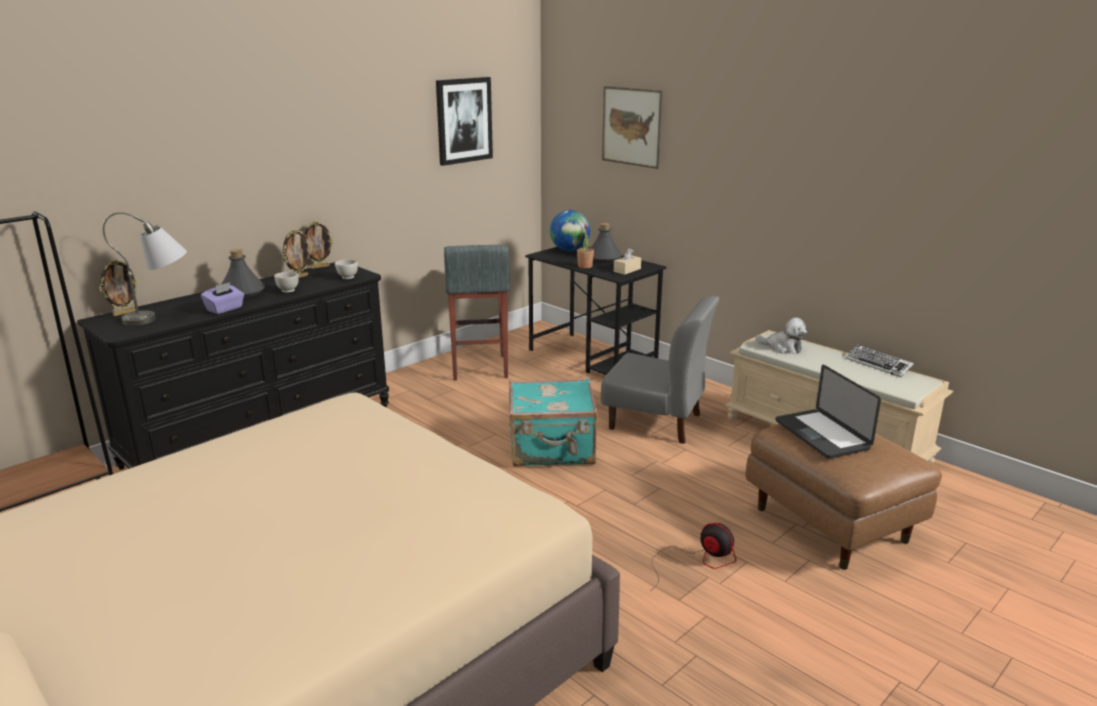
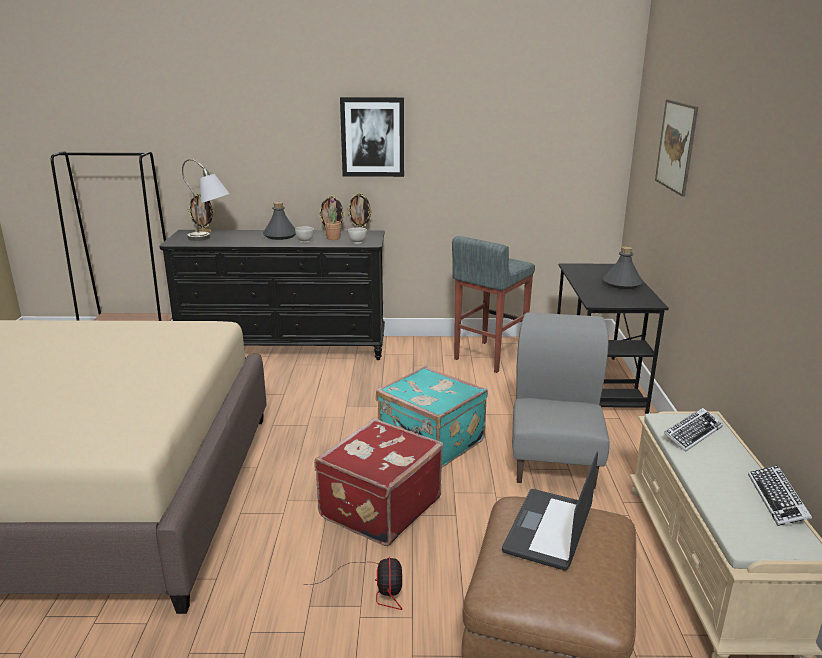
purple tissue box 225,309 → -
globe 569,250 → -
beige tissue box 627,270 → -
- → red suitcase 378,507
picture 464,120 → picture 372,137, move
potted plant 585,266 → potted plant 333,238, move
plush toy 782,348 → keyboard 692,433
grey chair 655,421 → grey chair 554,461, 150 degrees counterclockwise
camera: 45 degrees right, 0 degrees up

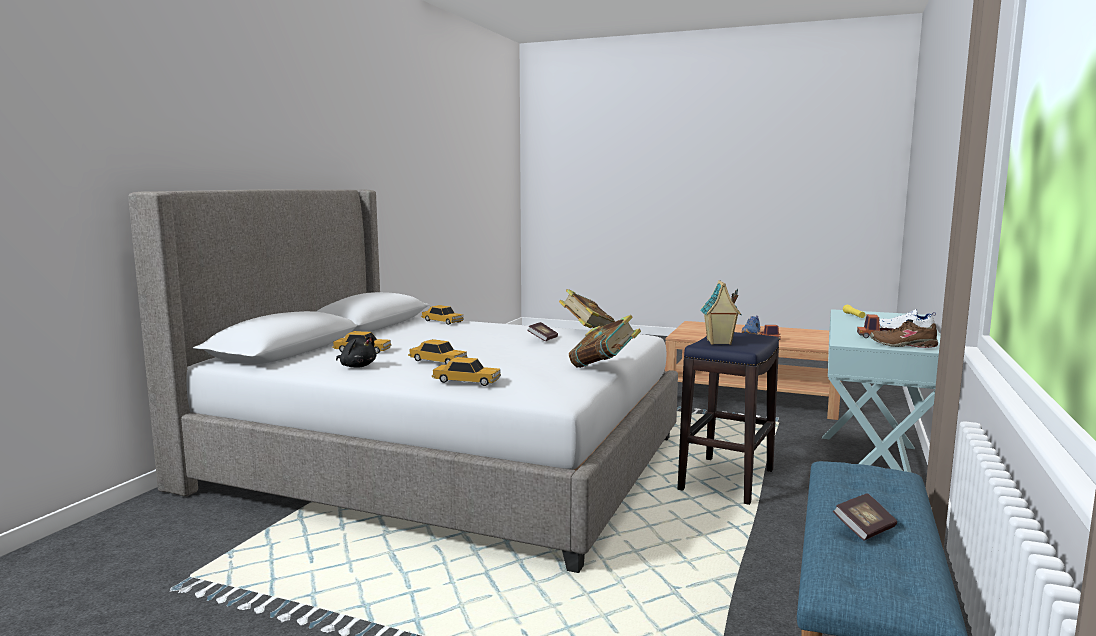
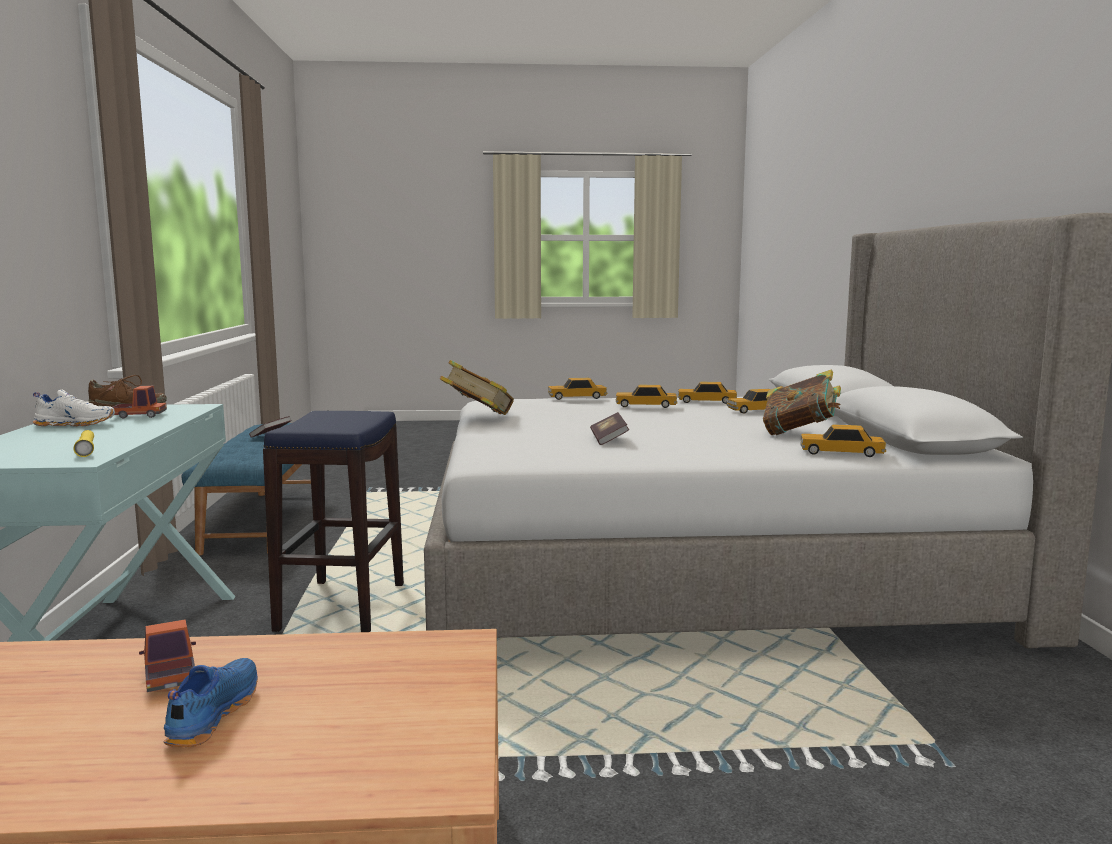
toy house 719,342 → -
book 587,332 → book 800,434, move
black plush toy 357,366 → toy car 706,401
camera: 155 degrees right, 0 degrees up

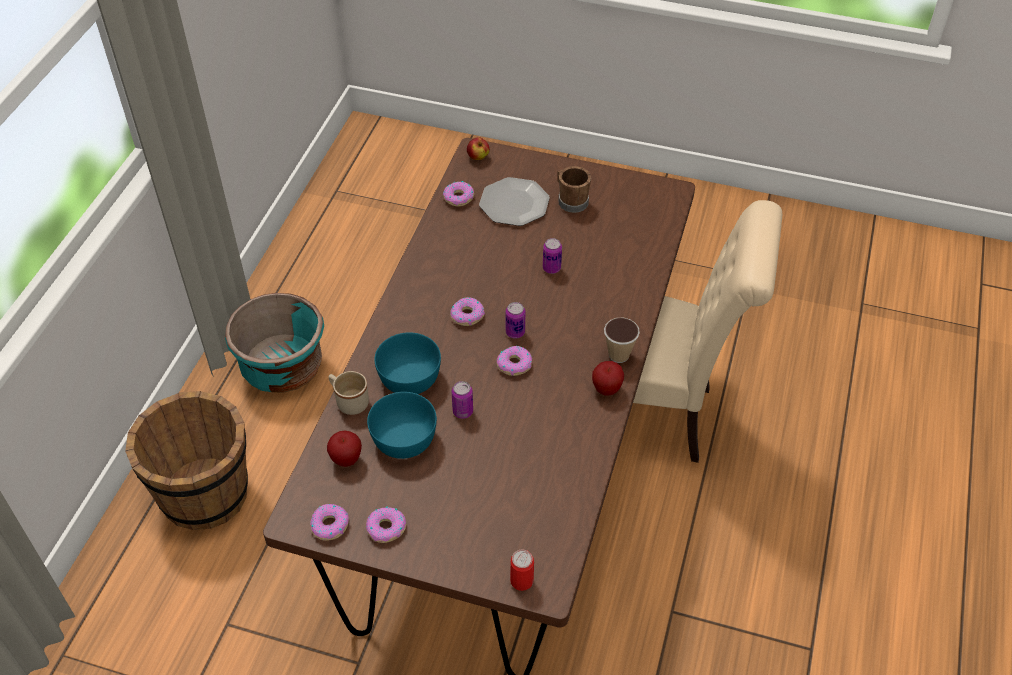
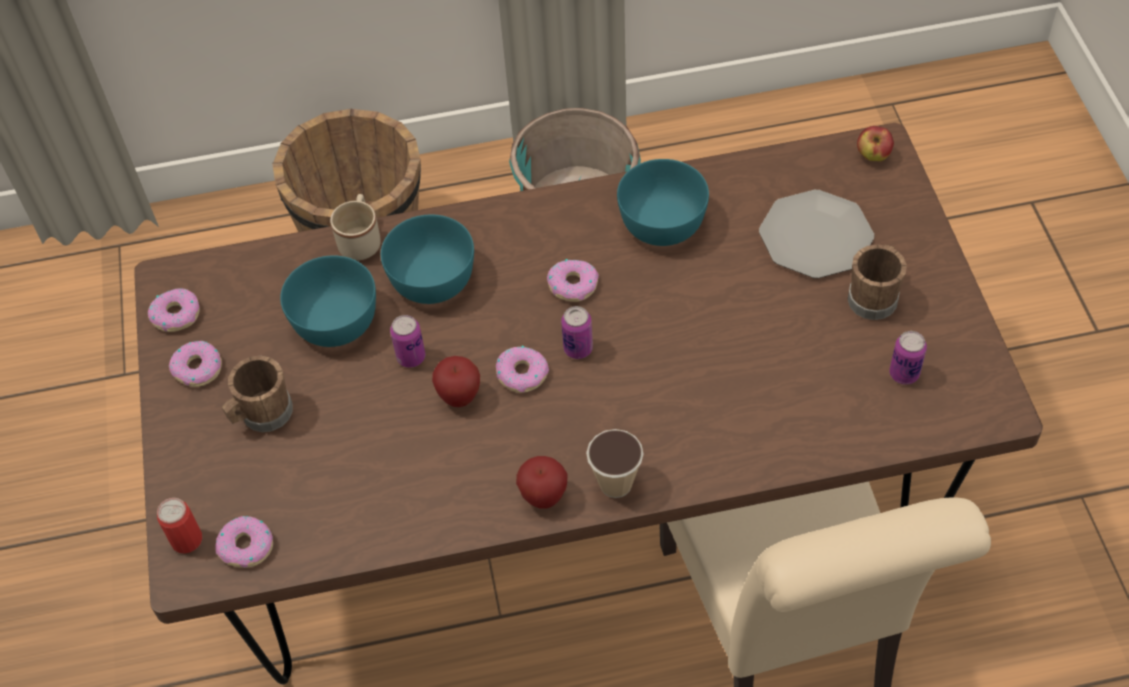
- → brown mug 262,415
- → turquoise bowl 664,222
apple 346,460 → apple 459,397, move
donut 459,198 → donut 246,546, move
can 551,268 → can 904,374, move
camera: 65 degrees right, 5 degrees up

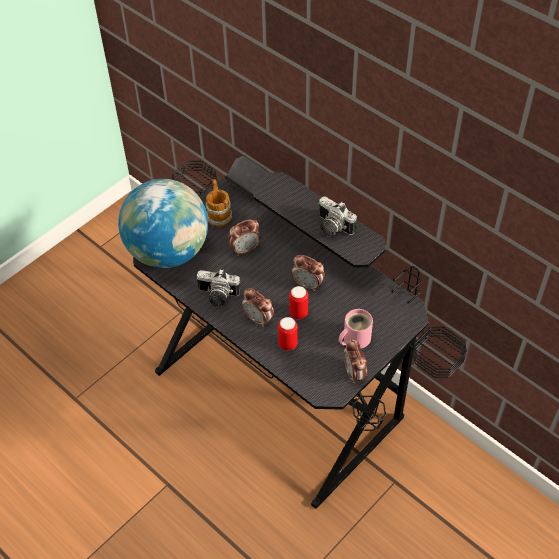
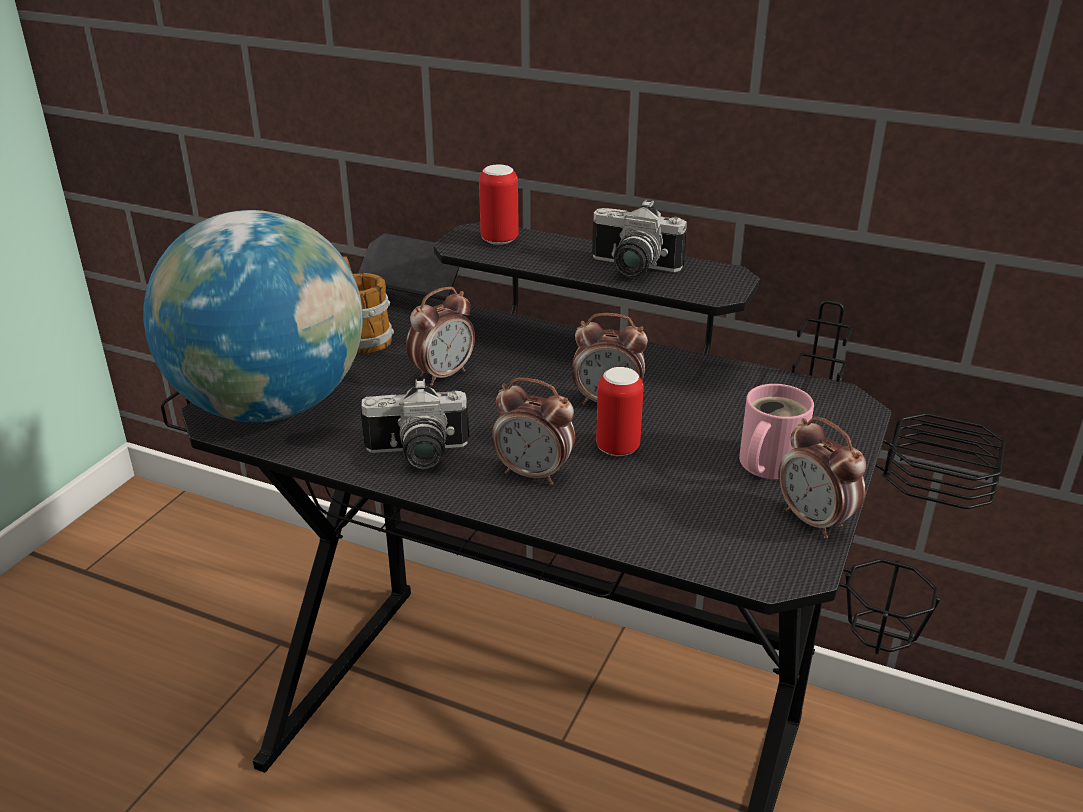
can 287,344 → can 499,240, move
camera: 20 degrees left, 20 degrees down

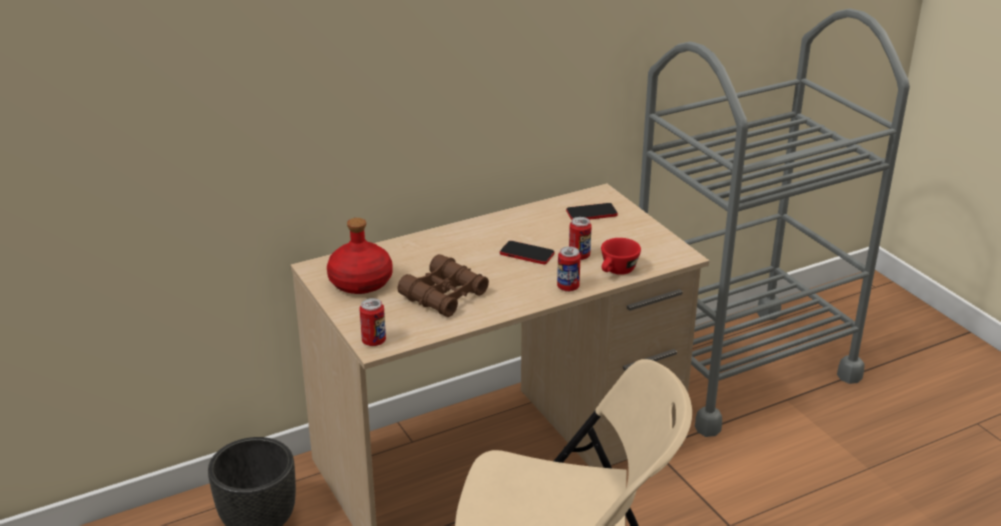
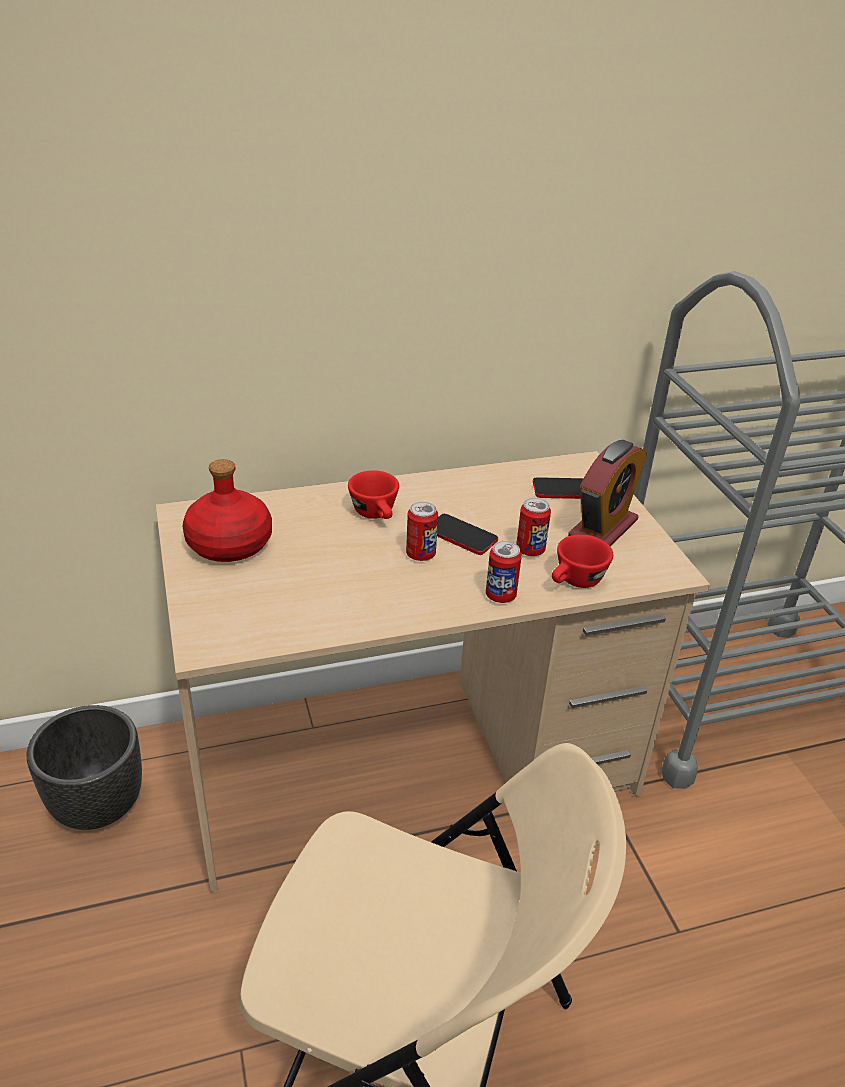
brown binoculars 444,295 → -
- → red cup 376,514
- → alarm clock 603,529
can 374,341 → can 420,554, move
camera: 10 degrees right, 5 degrees up

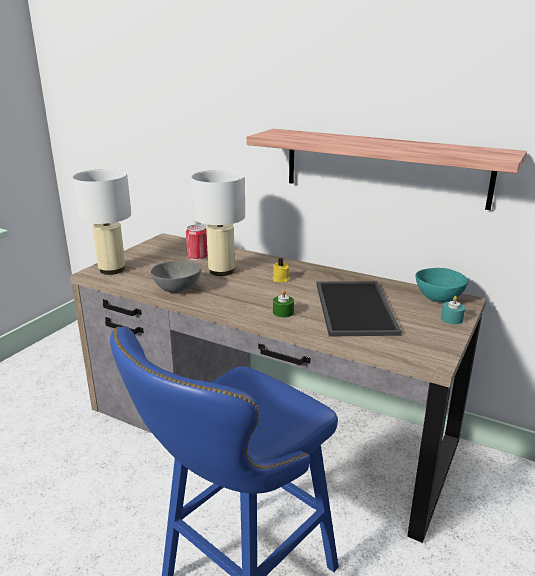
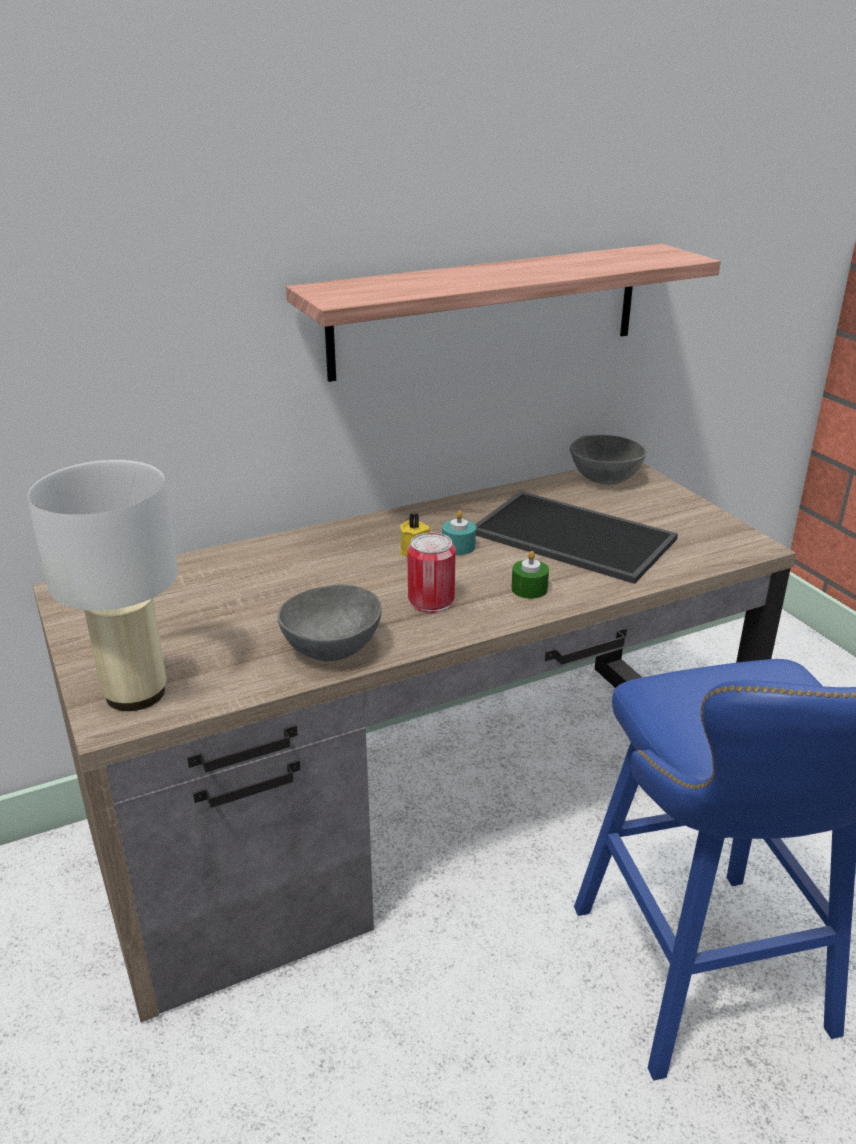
white table lamp 220,271 → -
can 198,256 → can 431,600, move
turquoise candle 451,319 → turquoise candle 458,546, move
turquoise bowl 438,298 → grey bowl 605,480
camera: 55 degrees left, 5 degrees up

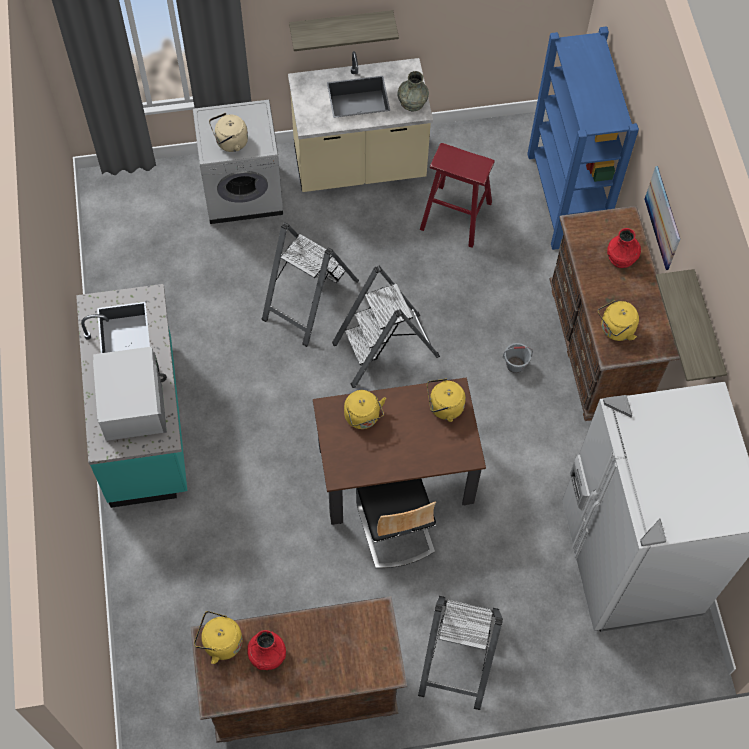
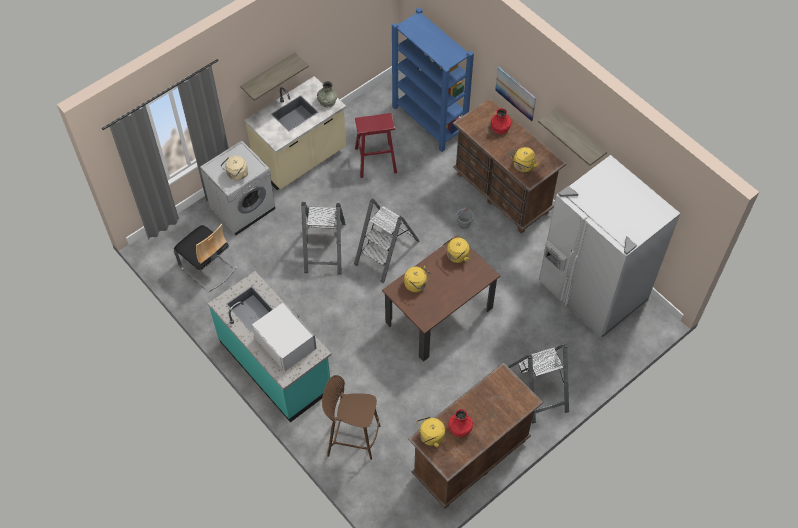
- → brown stool 352,437
chair 394,529 → chair 207,268, move
camera: 30 degrees left, 5 degrees down

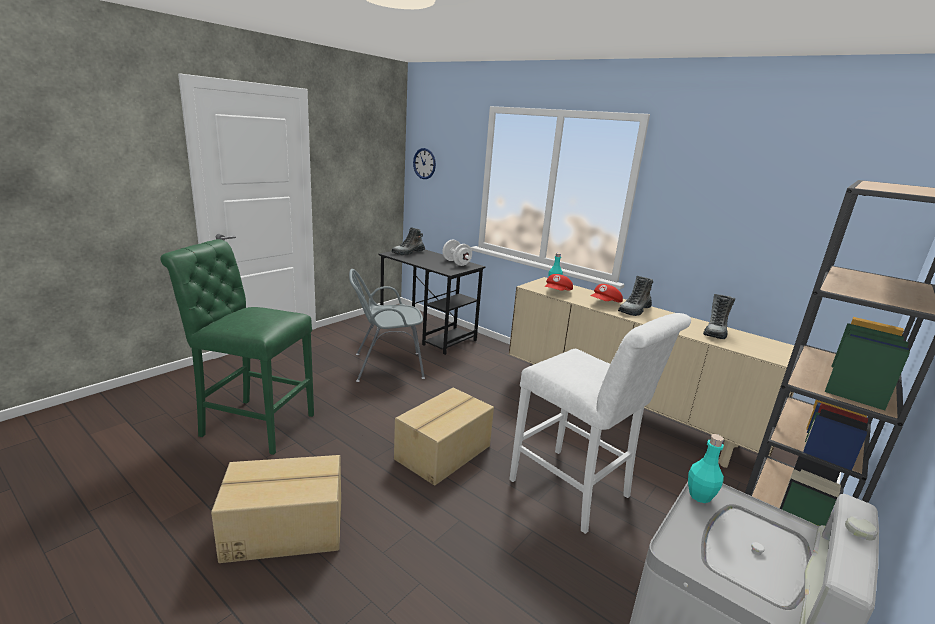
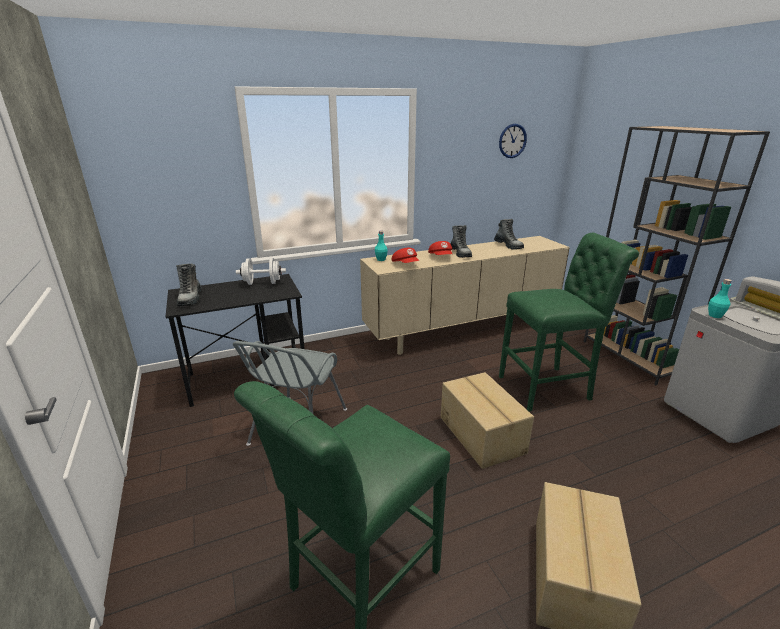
wall clock 424,163 → wall clock 512,141, move
white stool 574,492 → green stool 549,387
camera: 60 degrees left, 5 degrees up

